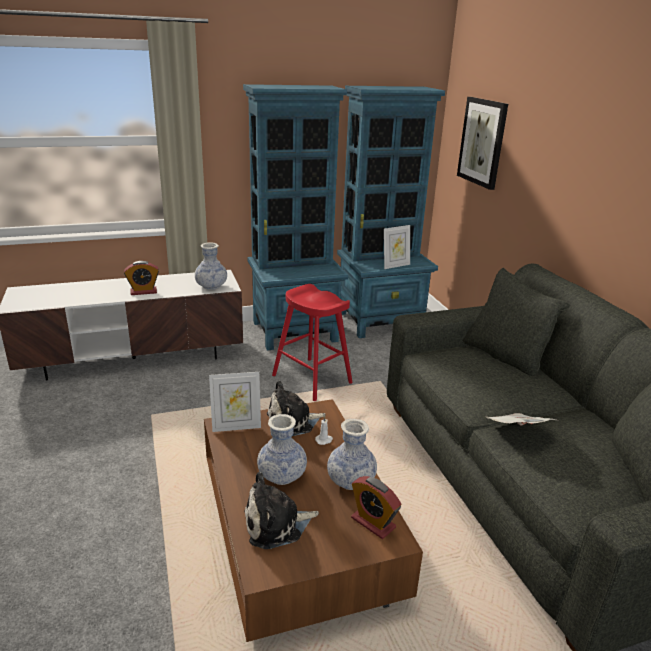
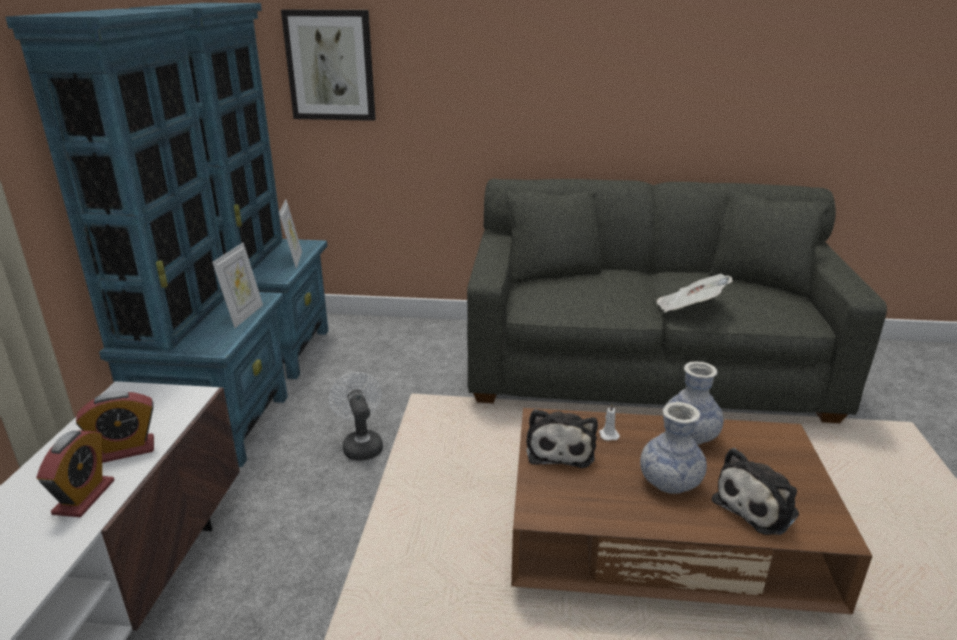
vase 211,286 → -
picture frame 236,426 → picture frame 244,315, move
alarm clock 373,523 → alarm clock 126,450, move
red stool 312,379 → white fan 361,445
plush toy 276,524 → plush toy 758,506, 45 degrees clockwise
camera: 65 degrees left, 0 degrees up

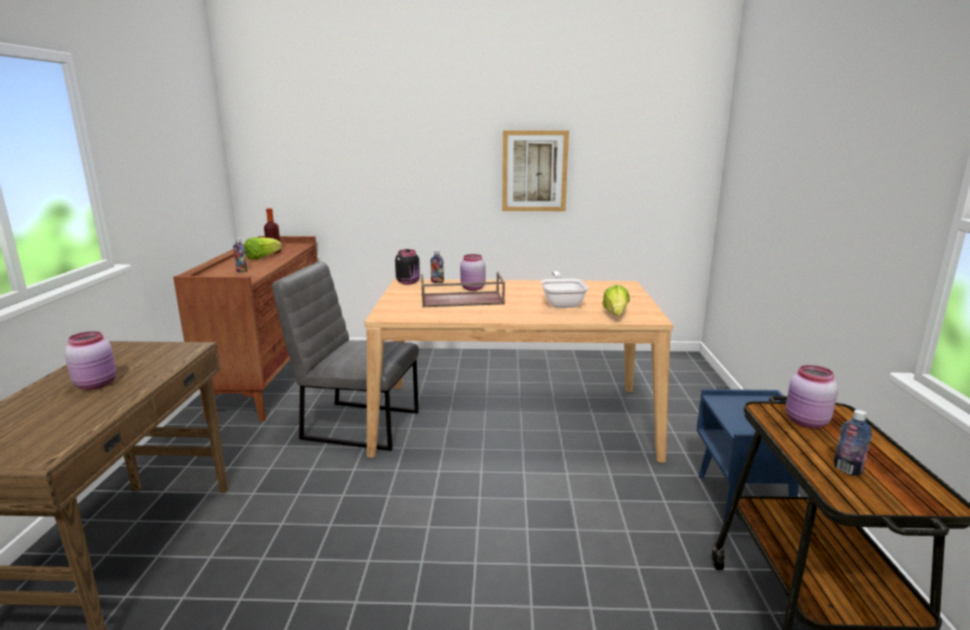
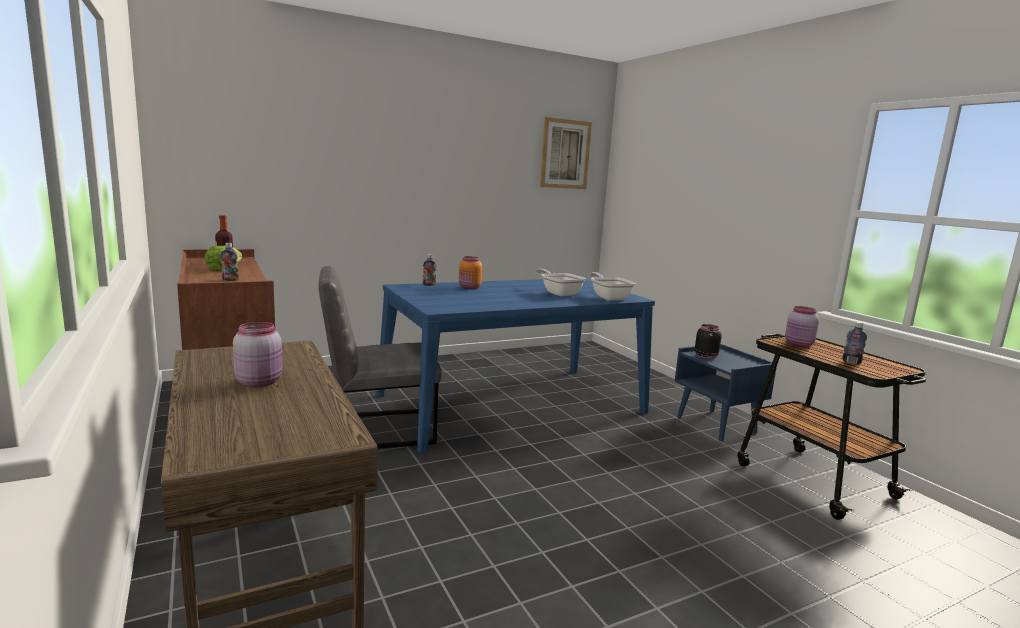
brown tray 461,300 → -
black jar 408,282 → black jar 706,356, move
picture 534,171 → picture 565,154, move
lettuce 615,314 → frying pan 609,297
beige dining table 513,419 → blue dining table 511,404
pink jar 472,288 → orange jar 469,288
camera: 30 degrees left, 5 degrees down

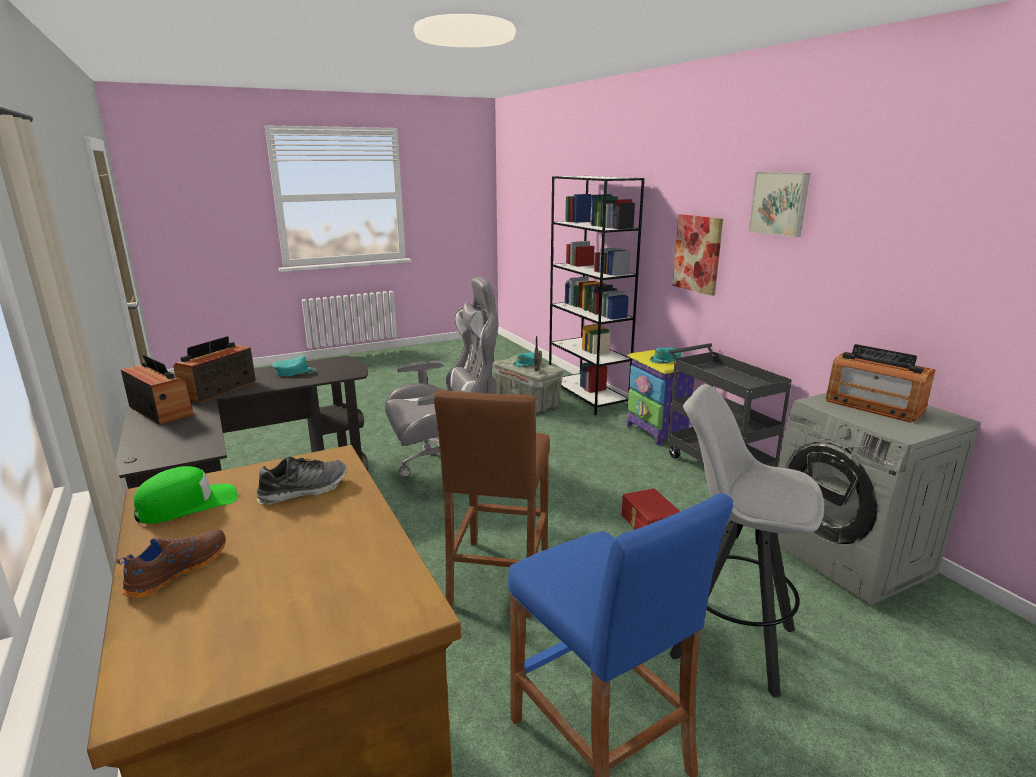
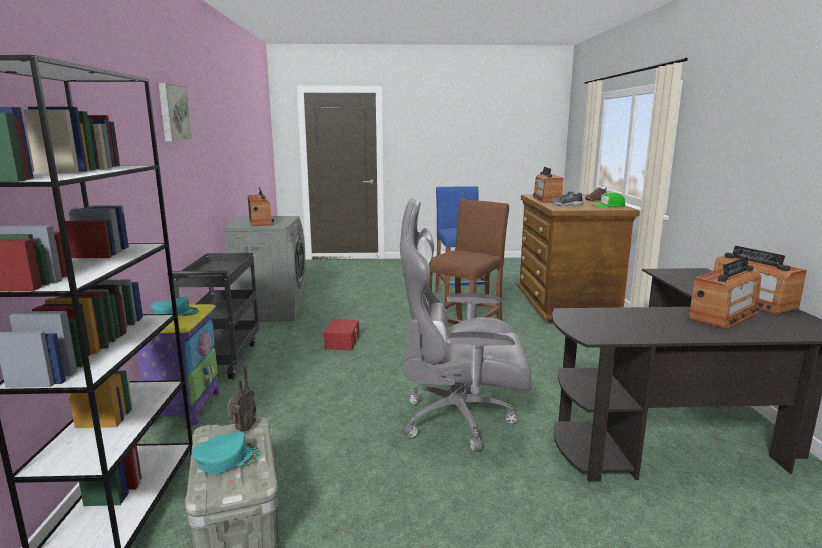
turquoise cap 295,371 → -
grey stool 728,640 → -
picture 697,253 → -
- → radio 546,199
camera: 155 degrees left, 5 degrees down

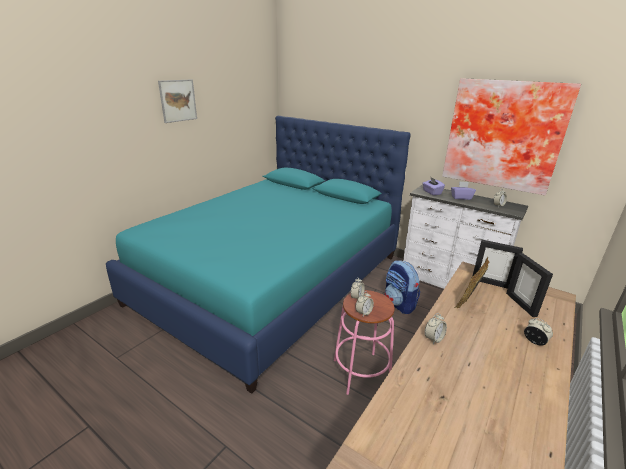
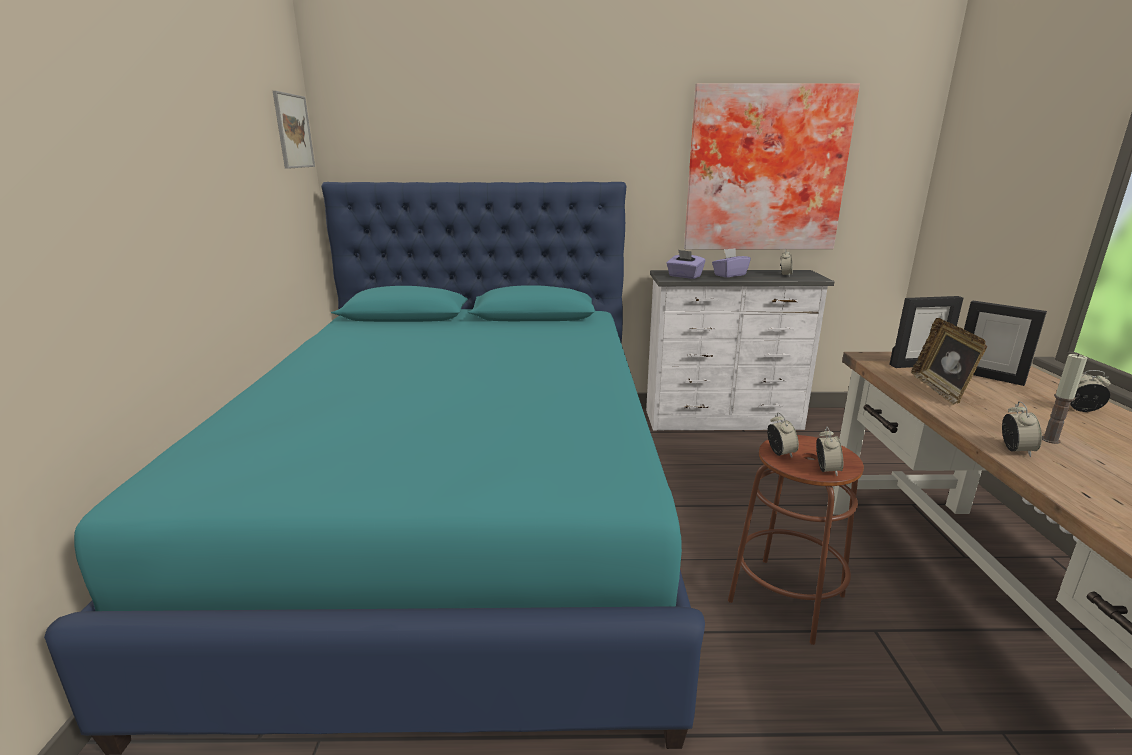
backpack 399,304 → -
- → candle 1050,440
picture 178,100 → picture 293,131, move
pink stool 361,372 → brown stool 786,598
camera: 35 degrees left, 5 degrees down

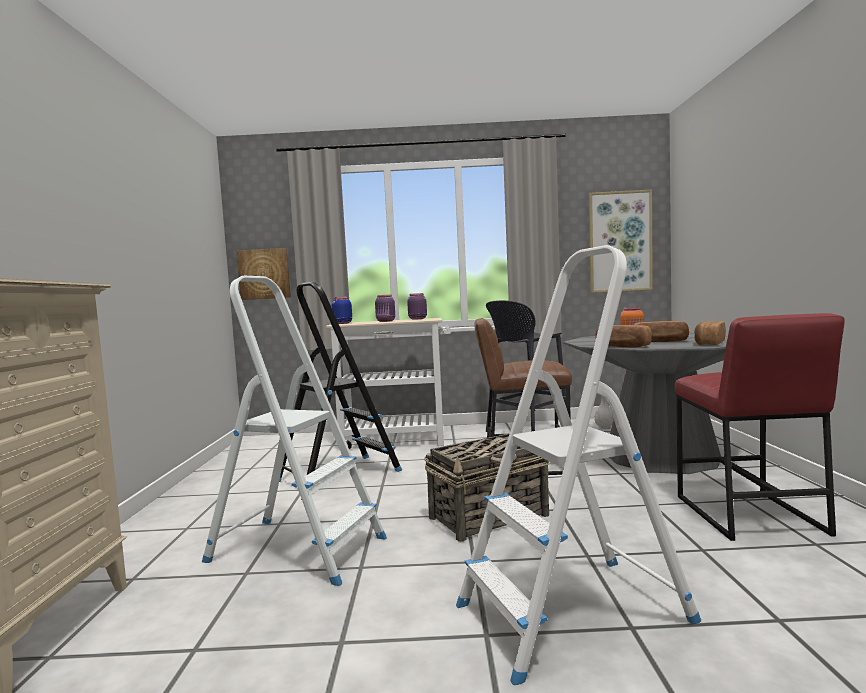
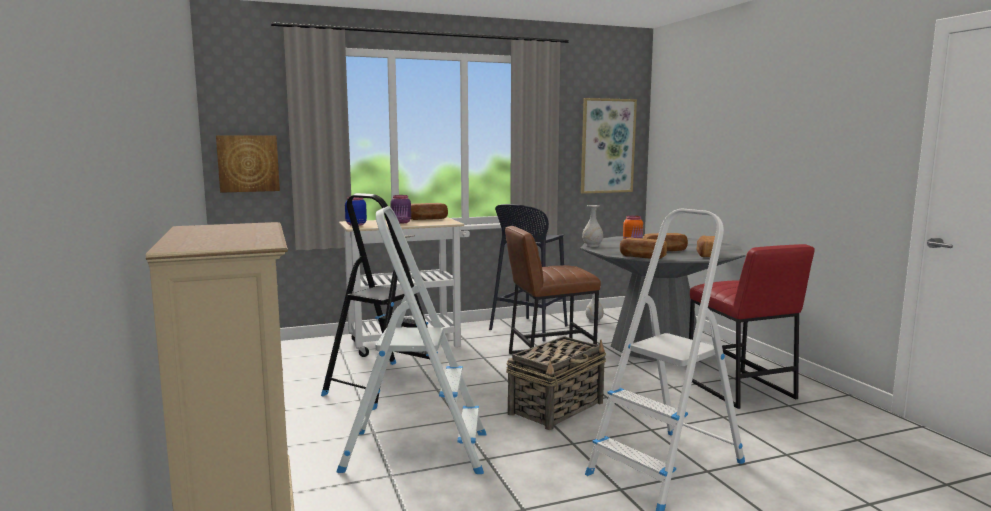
- → white vase 592,246
purple jar 417,319 → bread 427,219
camera: 20 degrees left, 5 degrees up

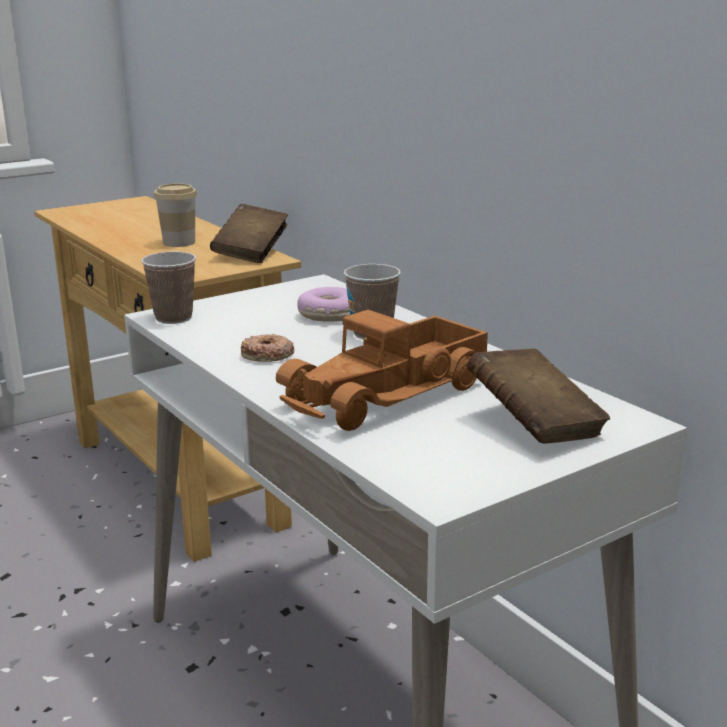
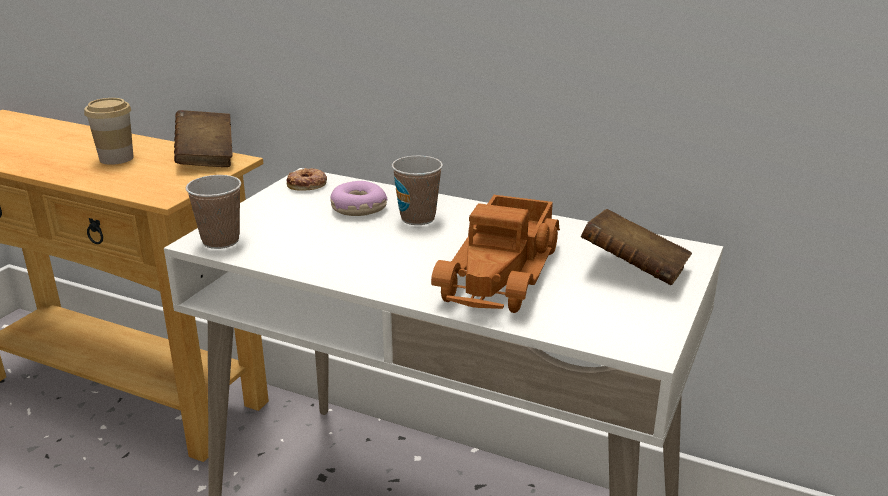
donut 267,355 → donut 307,184, move
camera: 30 degrees left, 5 degrees up

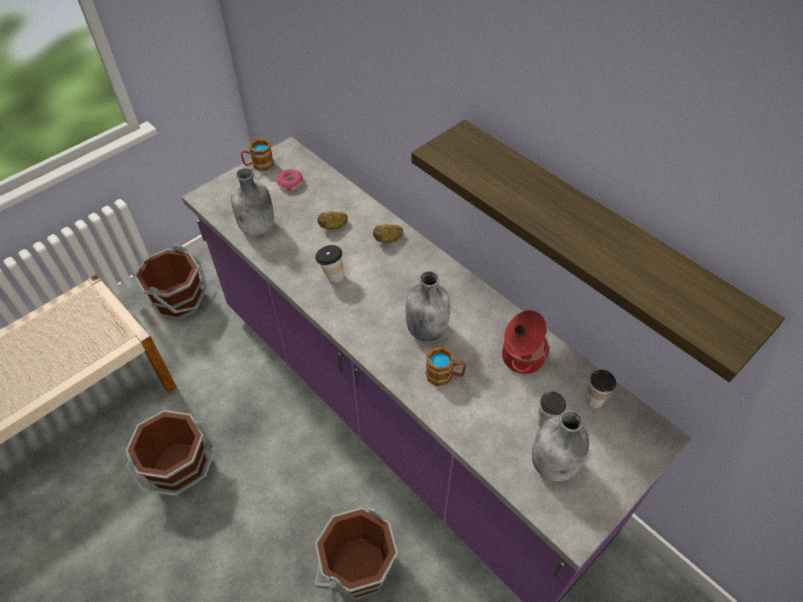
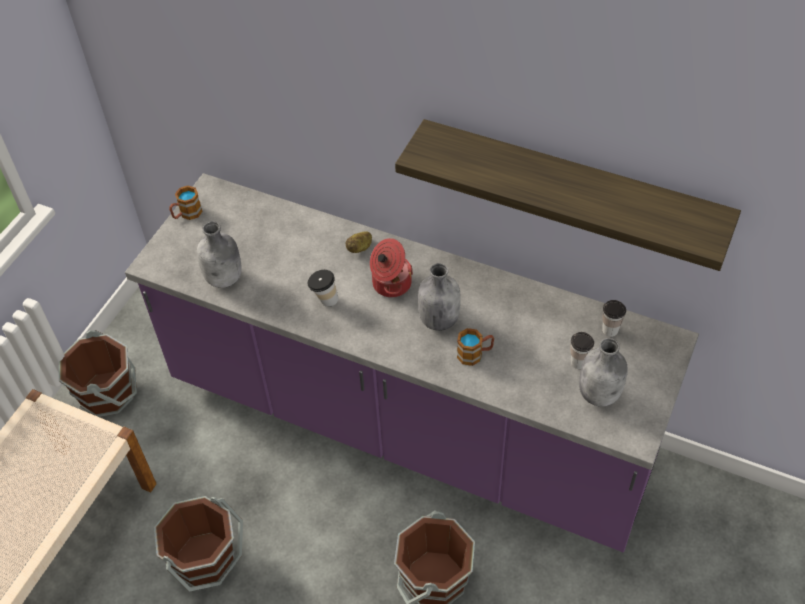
donut 290,183 → -
potato 333,226 → -
cooking pot 521,357 → cooking pot 390,283, move
camera: 20 degrees left, 0 degrees up

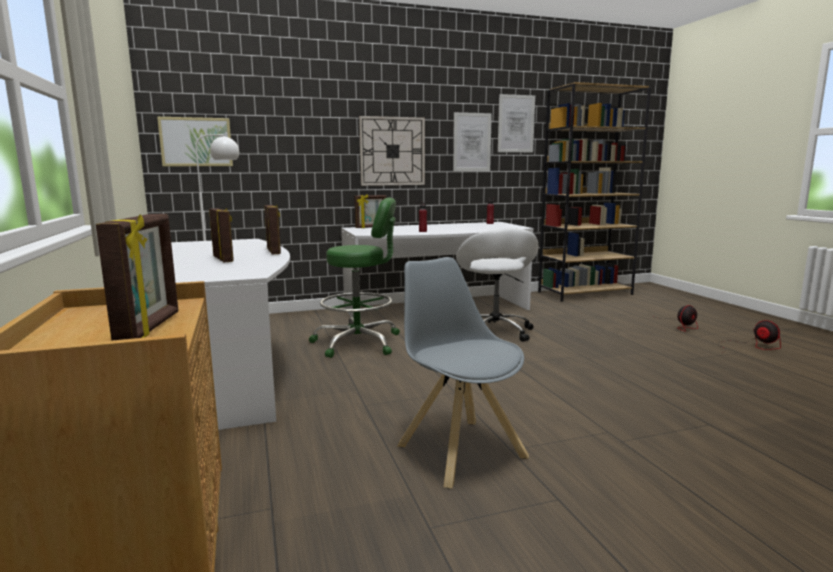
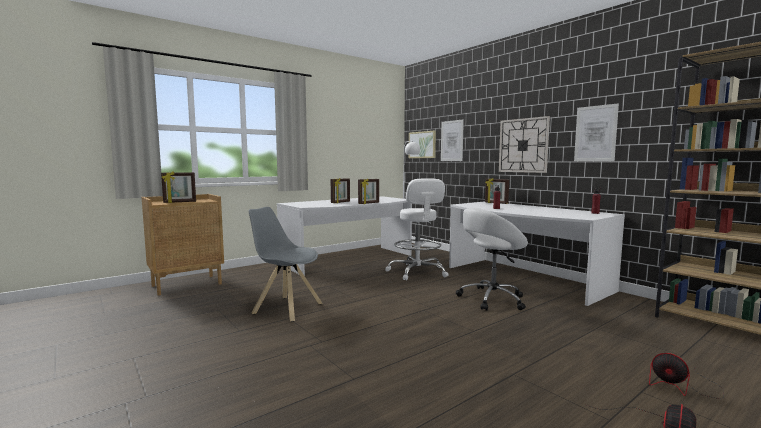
picture 516,123 → picture 452,141, move
green stool 359,343 → white stool 417,272
grey chair 459,449 → grey chair 286,308, 105 degrees counterclockwise
camera: 70 degrees right, 5 degrees down

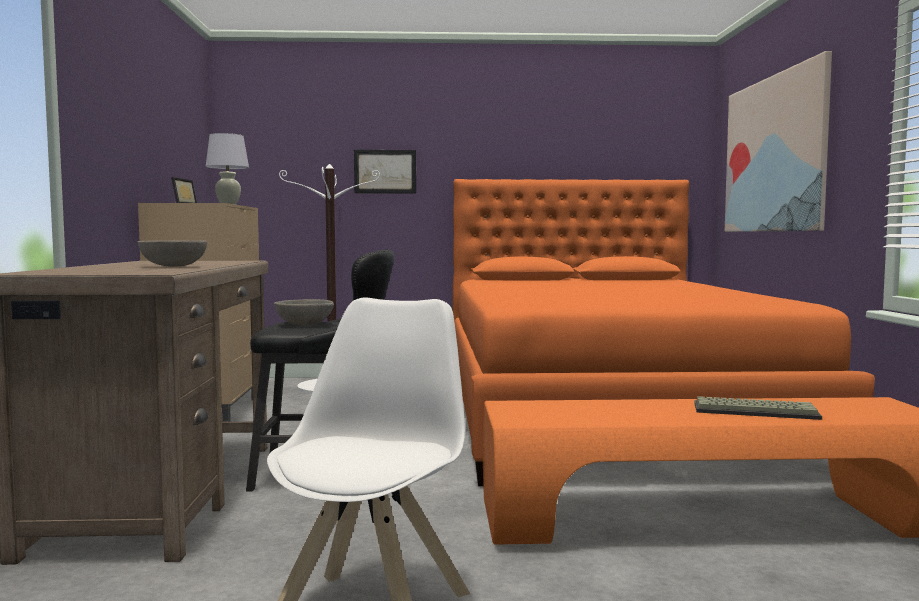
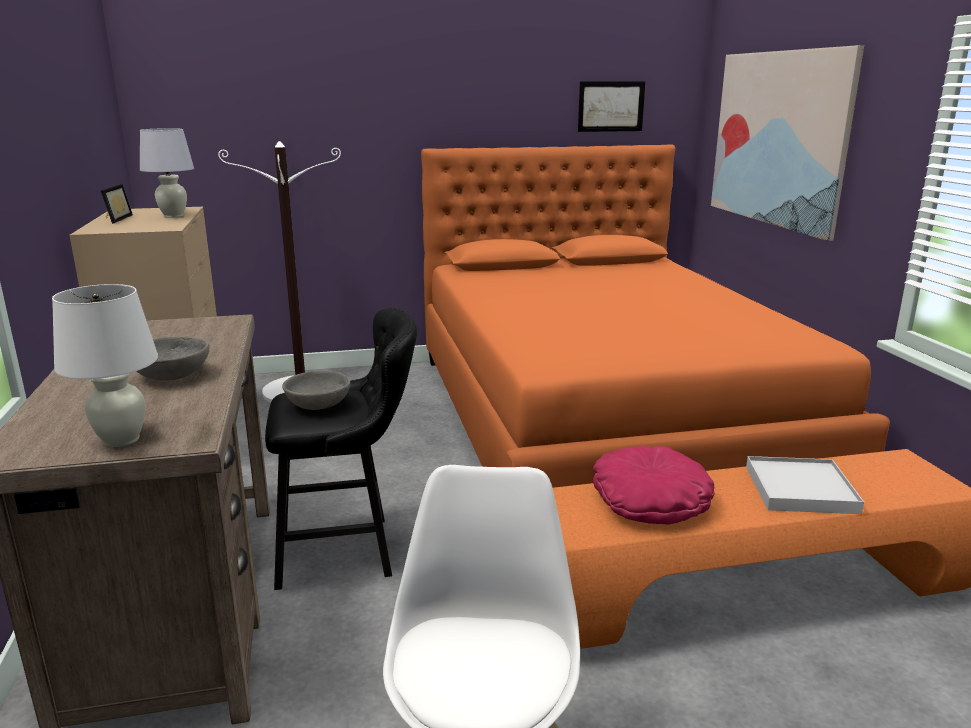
- → white table lamp 121,440
- → pink pillow 652,501
picture 385,171 → picture 611,106, move
keyboard 756,410 → white tray 800,489
camera: 10 degrees left, 15 degrees up

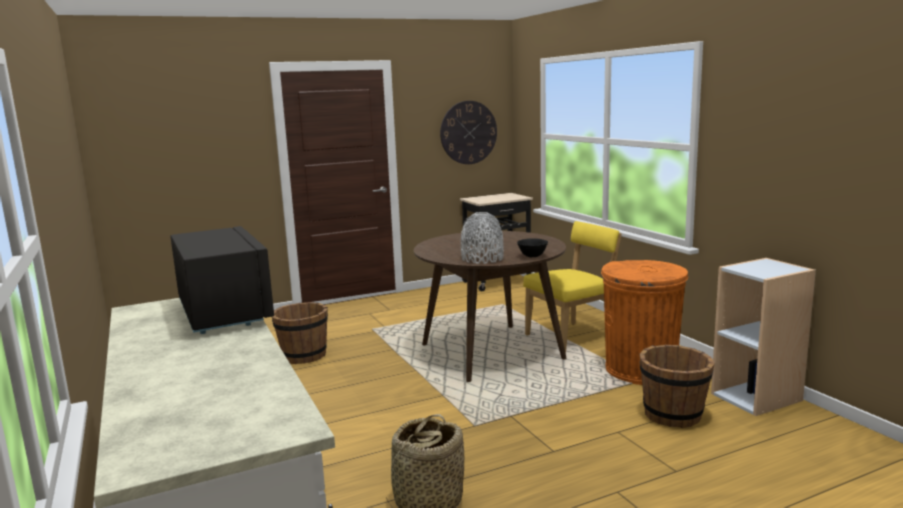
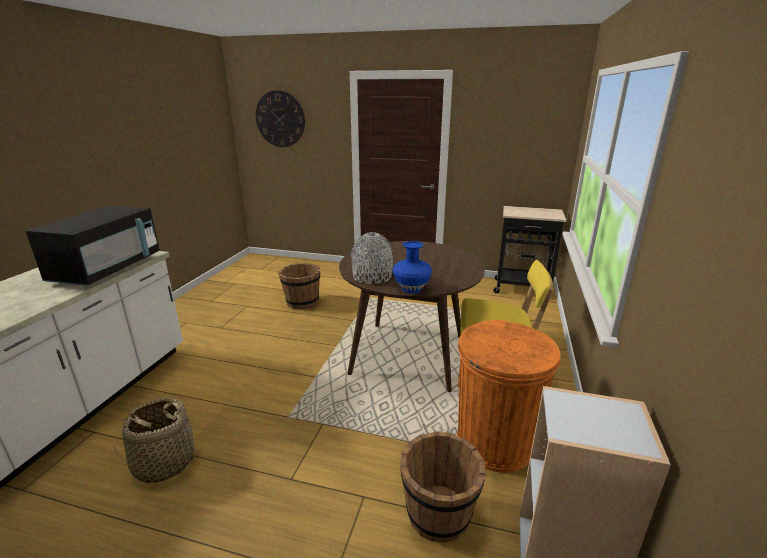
wall clock 468,132 → wall clock 280,119, move
black bowl 532,256 → blue vase 411,289
camera: 40 degrees right, 10 degrees up

